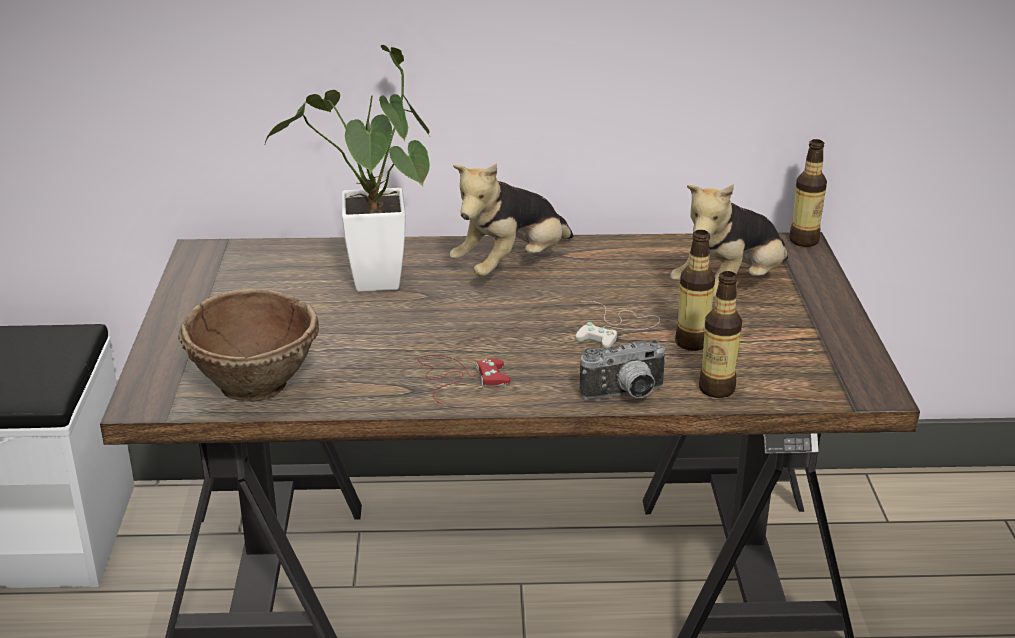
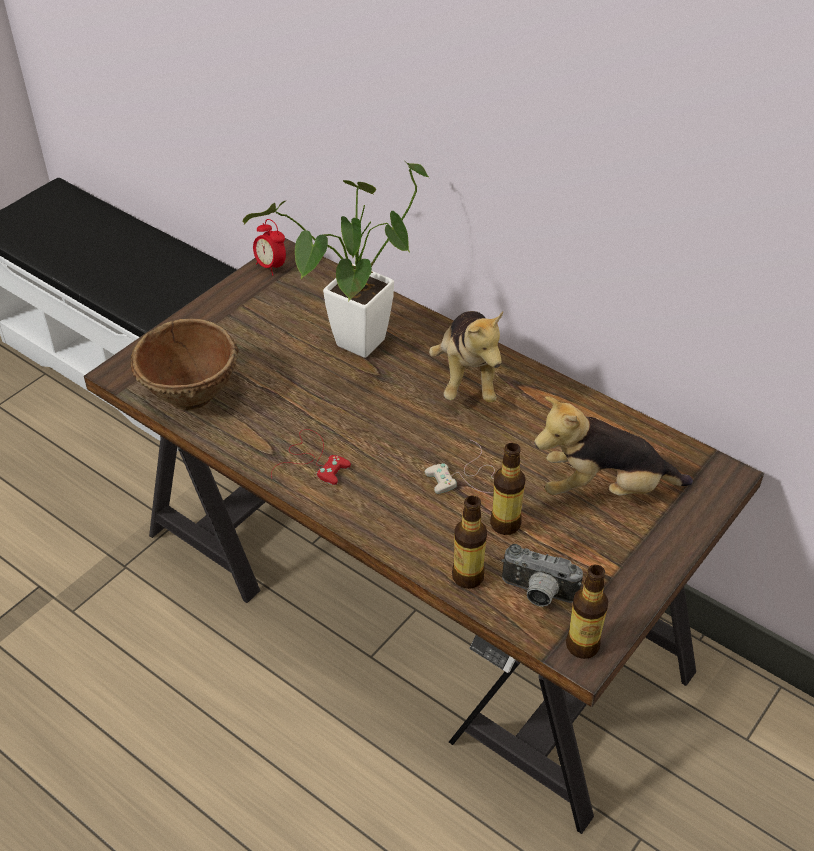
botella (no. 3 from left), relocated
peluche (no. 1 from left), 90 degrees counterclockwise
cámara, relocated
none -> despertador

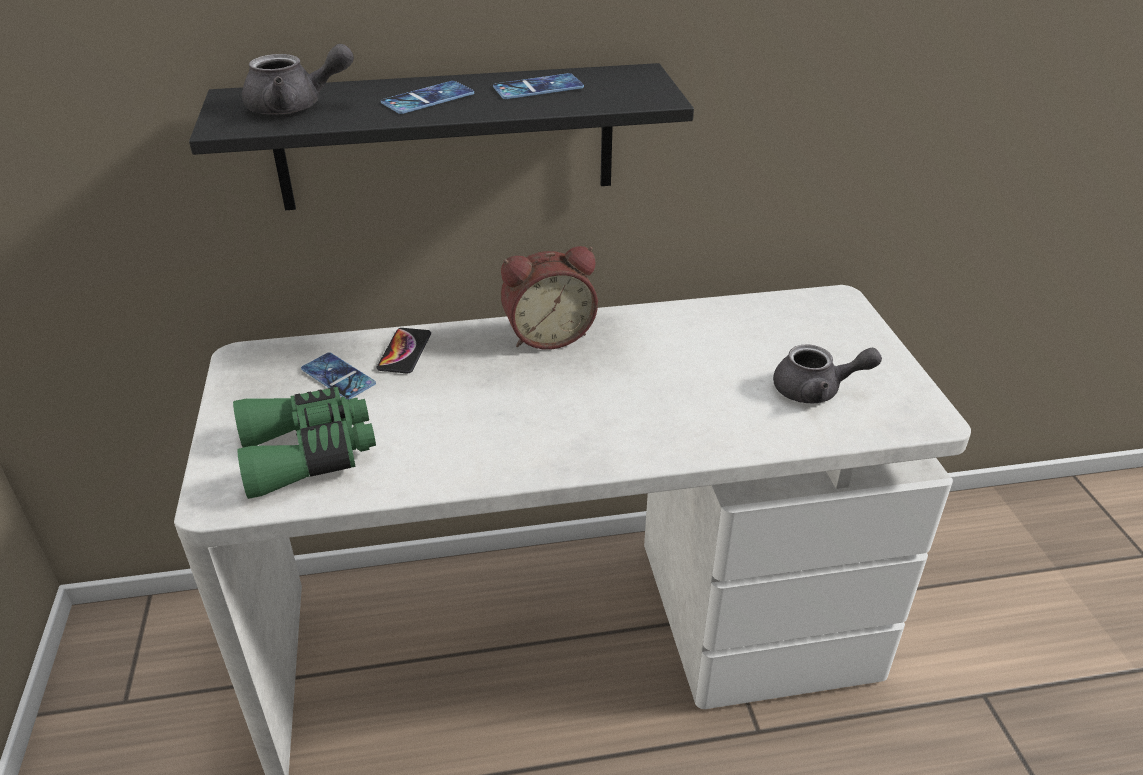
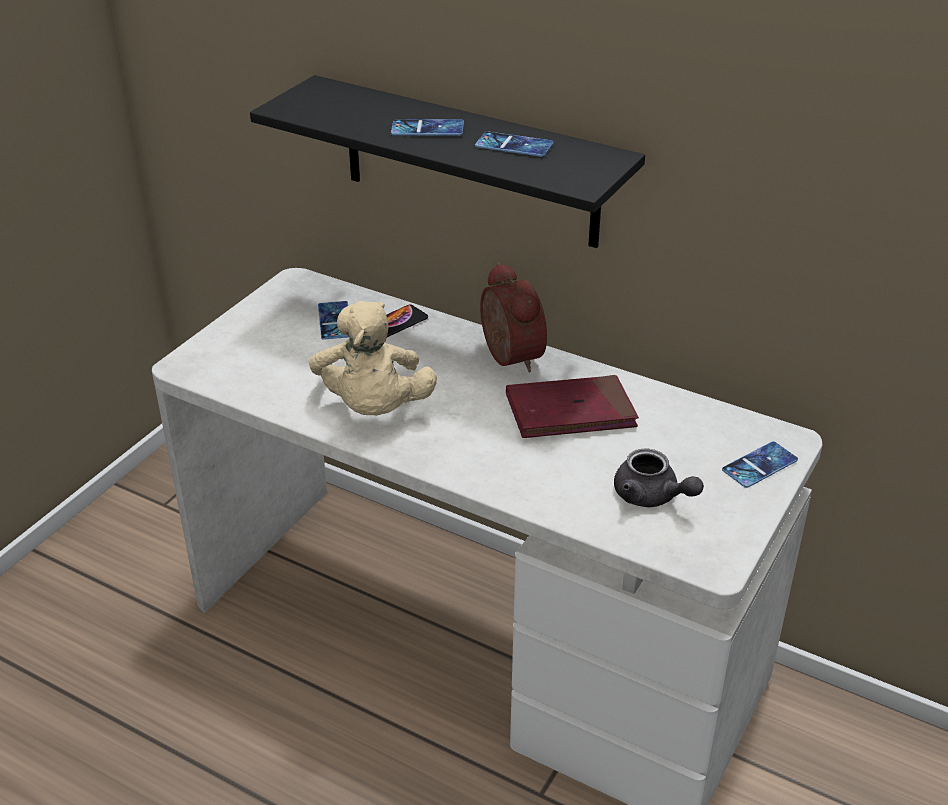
tetera [gris] (no. 1 from left) -> none
despertador, 135 degrees counterclockwise
prismáticos [verde] -> none
none -> peluche [beis]
none -> libro [rojo]
none -> móvil (no. 5 from left)

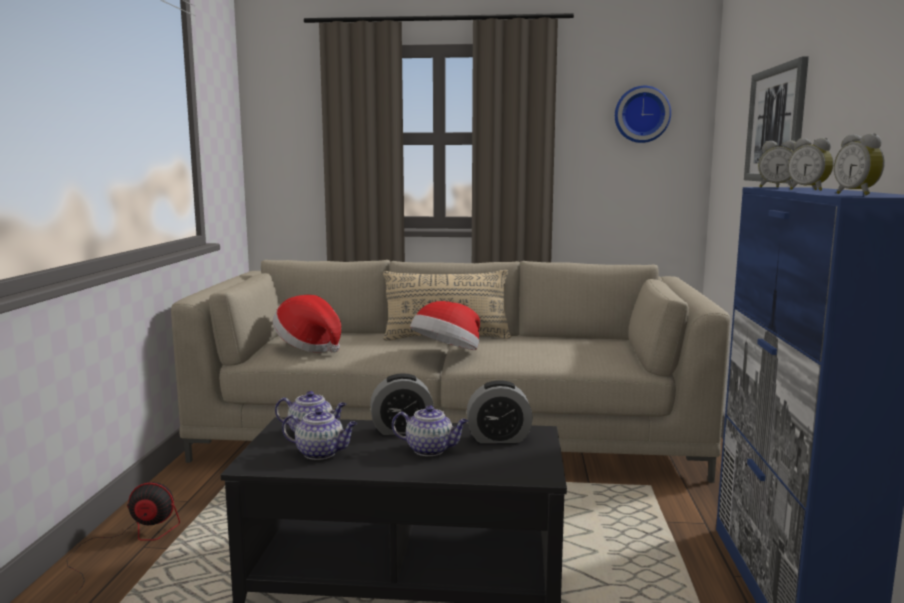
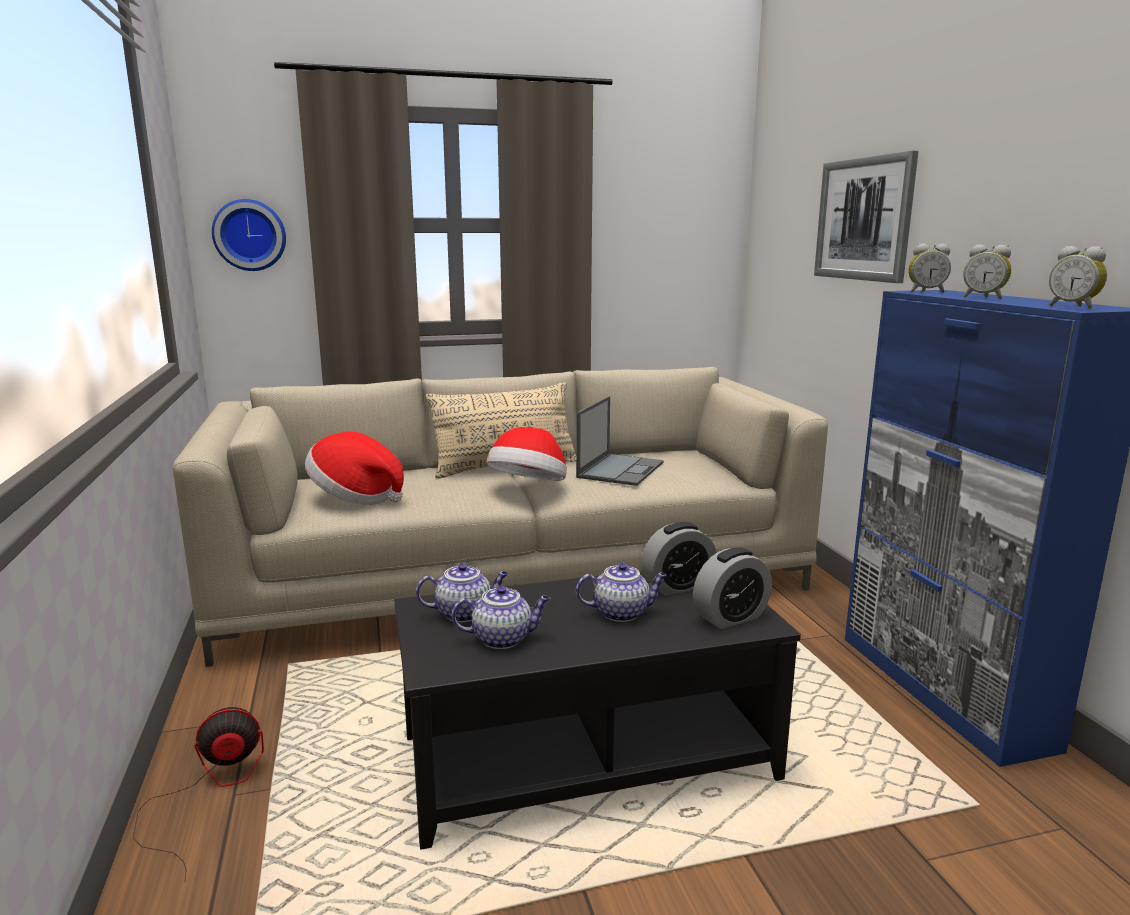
reloj de pared, relocated
despertador (no. 1 from left in the first image) -> despertador (no. 2 from left), relocated
none -> portátil

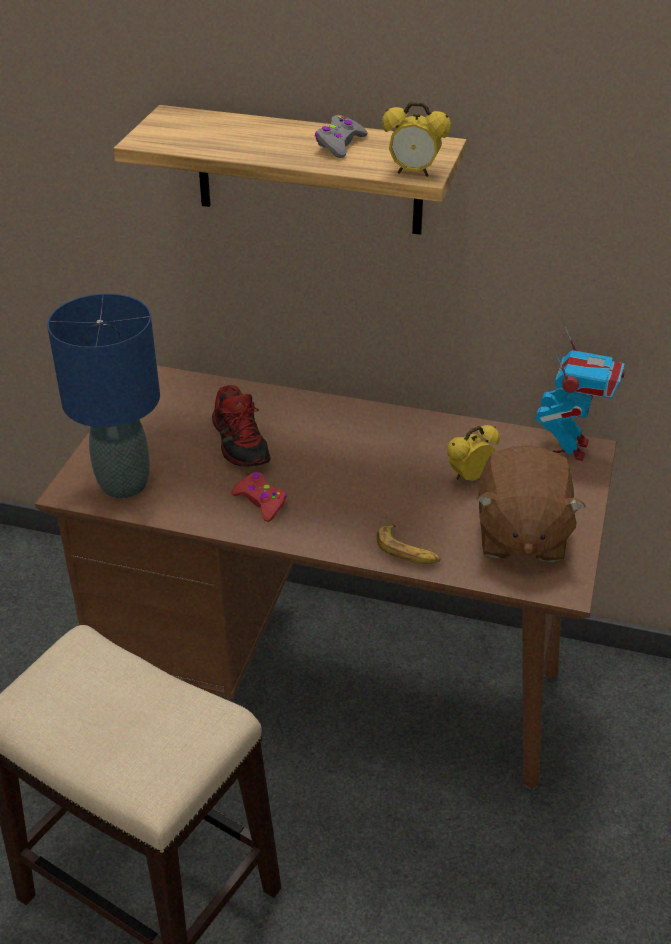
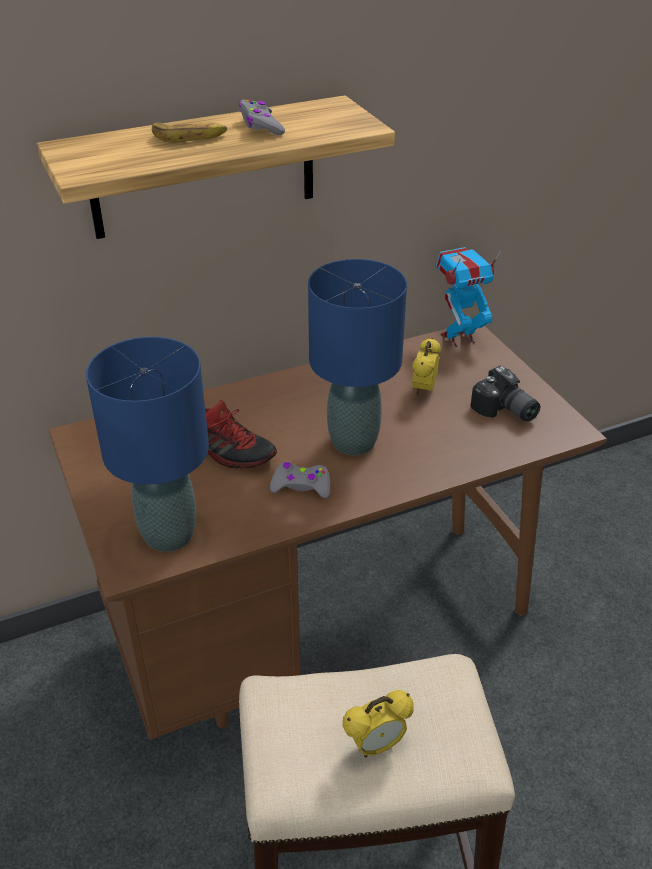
despertador (no. 1 from left), relocated
robot de juguete, 90 degrees counterclockwise
peluche [marrón] -> cámara
mando de consola [rojo] -> mando de consola [gris] (no. 2 from left)
plátano, relocated
none -> lámpara de mesa [azul] (no. 2 from left)

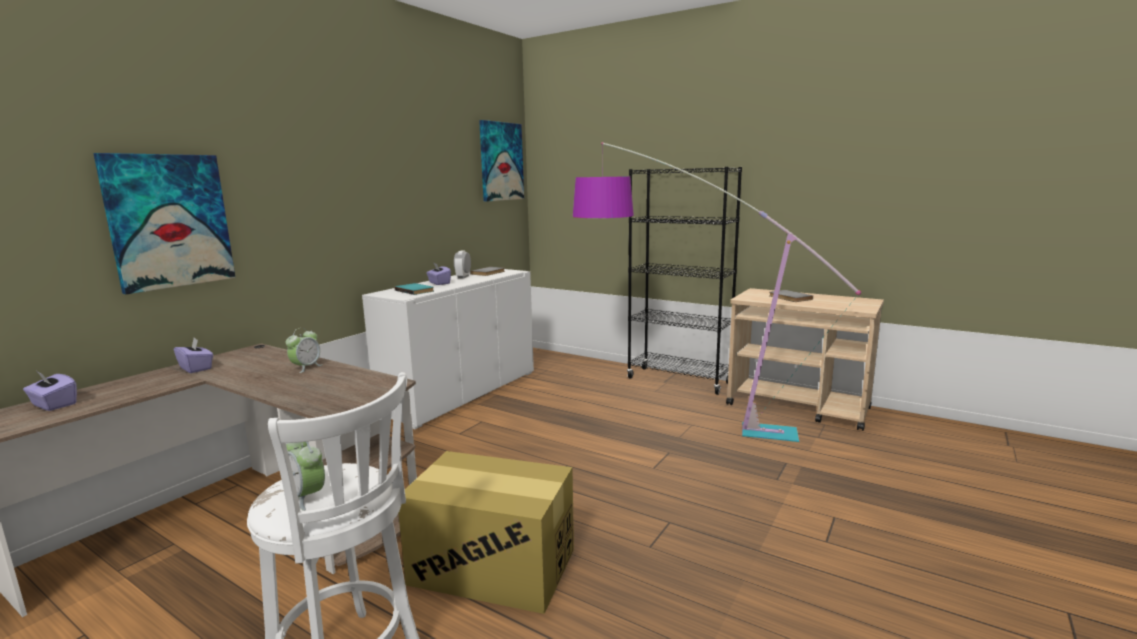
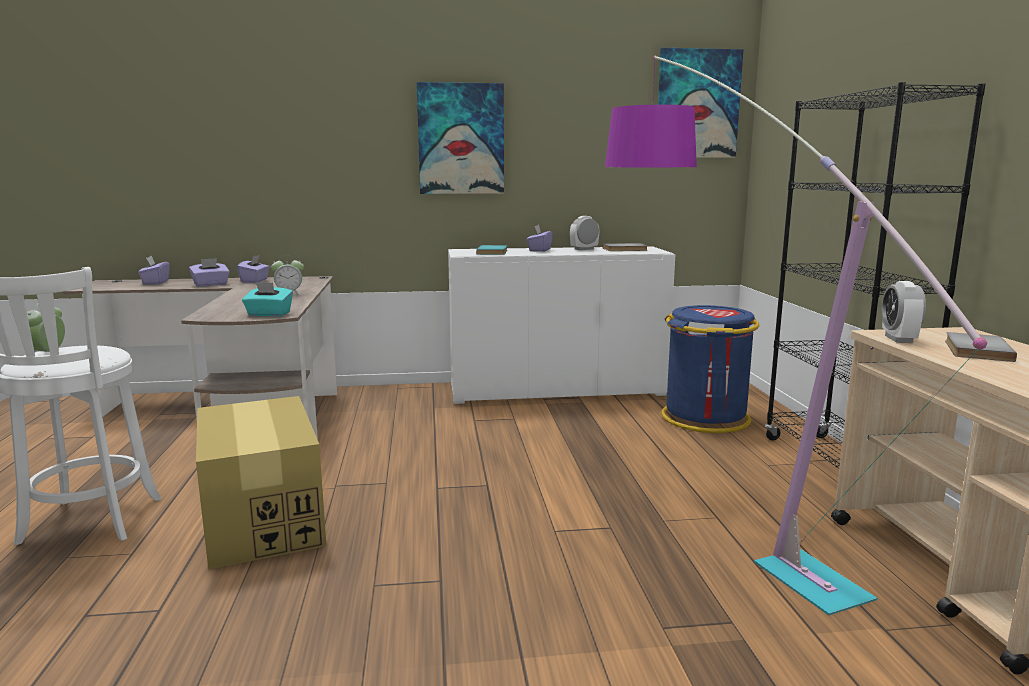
cuadro (no. 1 from left), relocated
none -> caja de pañuelos [morado] (no. 2 from left)
none -> despertador (no. 4 from left)
none -> caja de pañuelos [turquesa]
none -> papelera [azul]

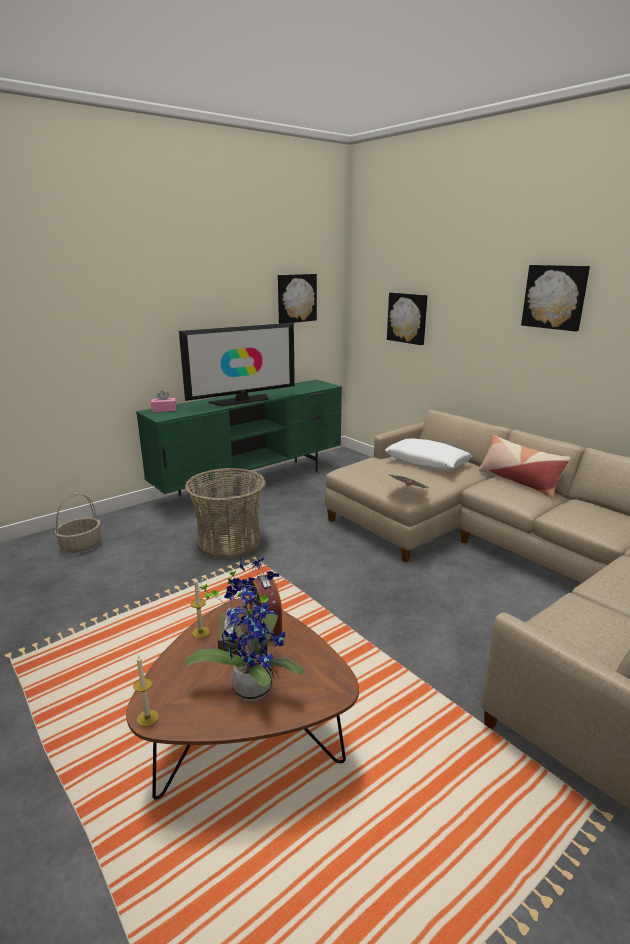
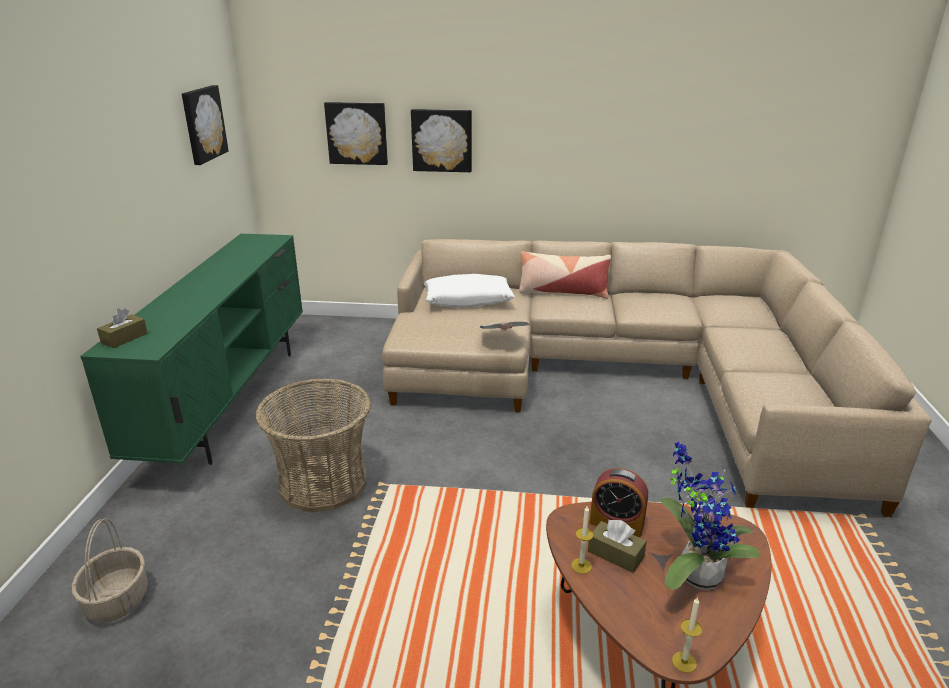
cuadro (no. 3 from left), relocated
televisor -> none
caja de pañuelos [rosa] -> caja de pañuelos [marrón] (no. 1 from left)

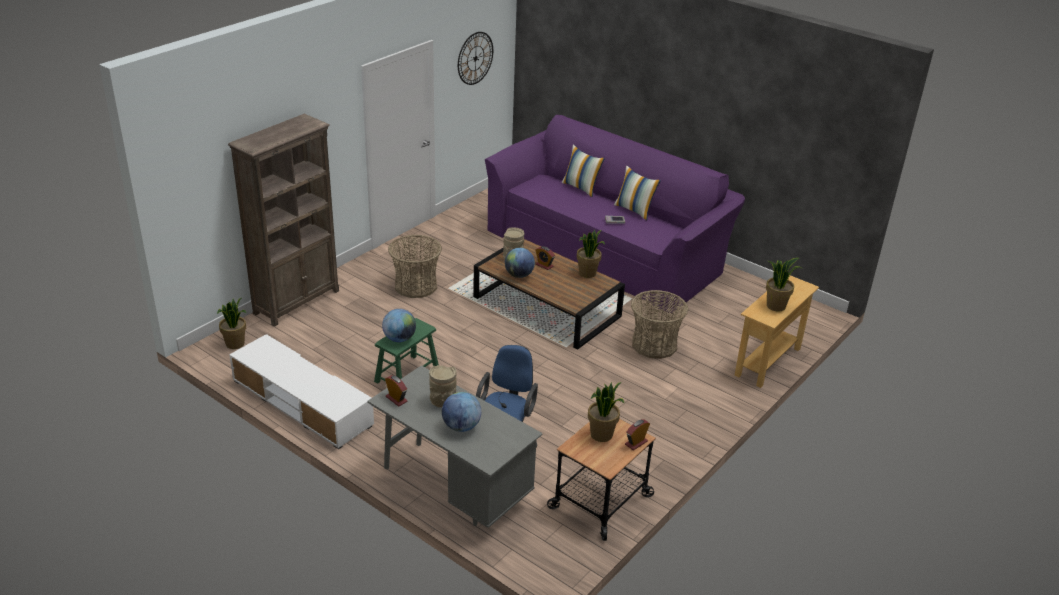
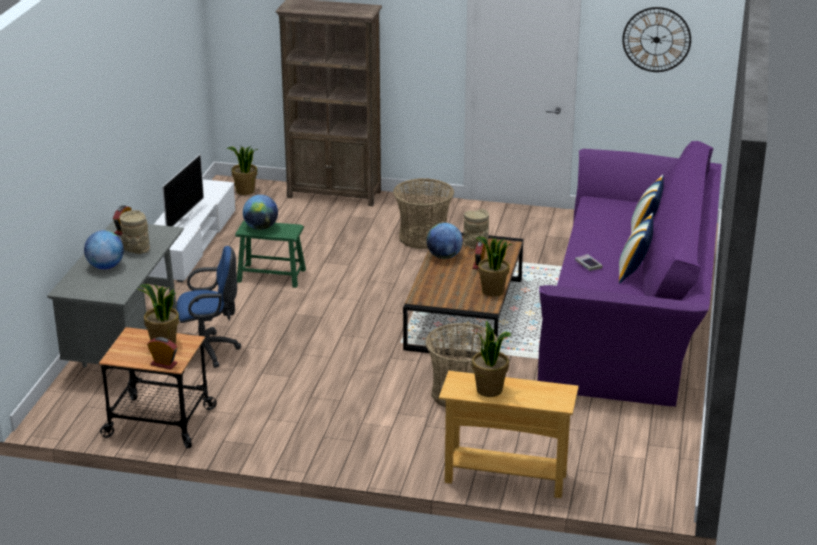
none -> televisor

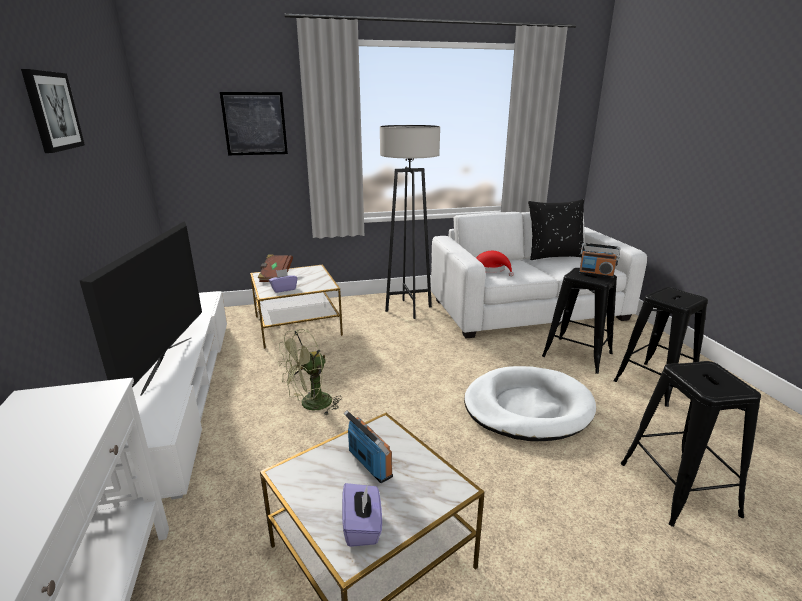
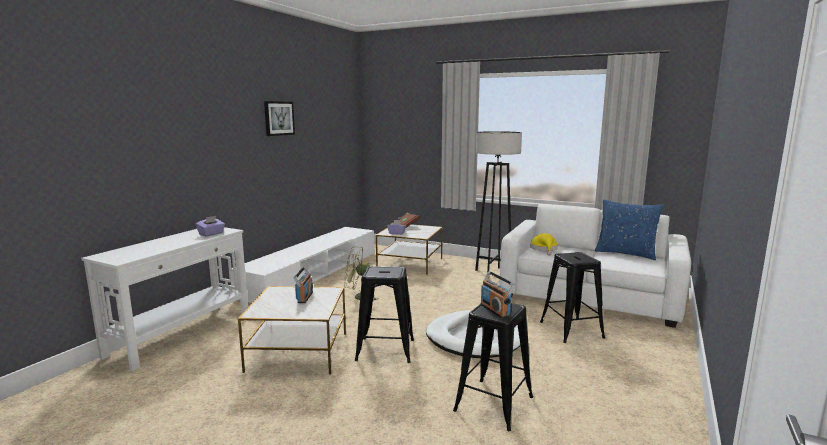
cuadro (no. 2 from left) -> none
cojín [negro] -> cojín [azul]
televisor -> none
radio (no. 2 from left), relocated
sombrero [rojo] -> sombrero [amarillo]
taburete [negro] (no. 2 from left in the first image) -> taburete [negro] (no. 1 from left), relocated
caja de pañuelos [morado] (no. 2 from left in the first image) -> caja de pañuelos [morado] (no. 1 from left), relocated

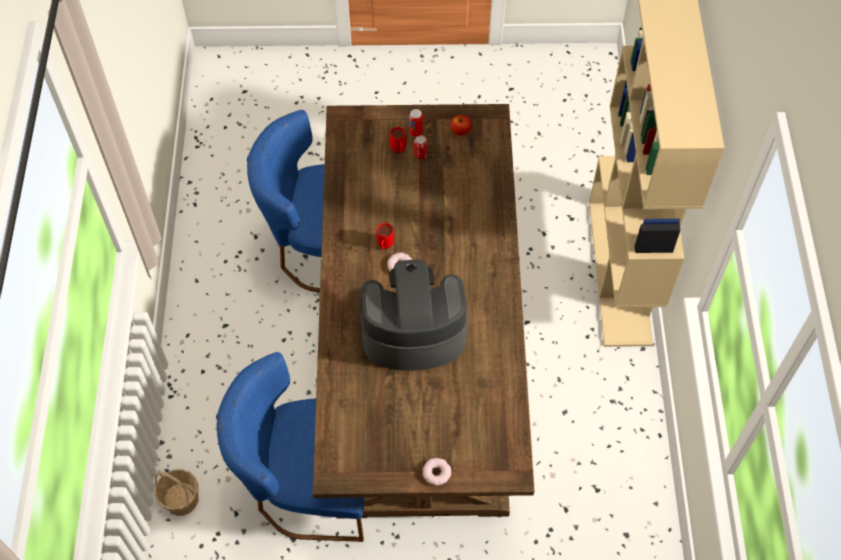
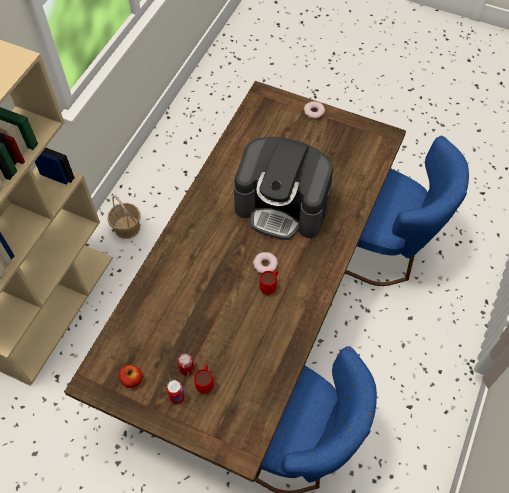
cesta, relocated

